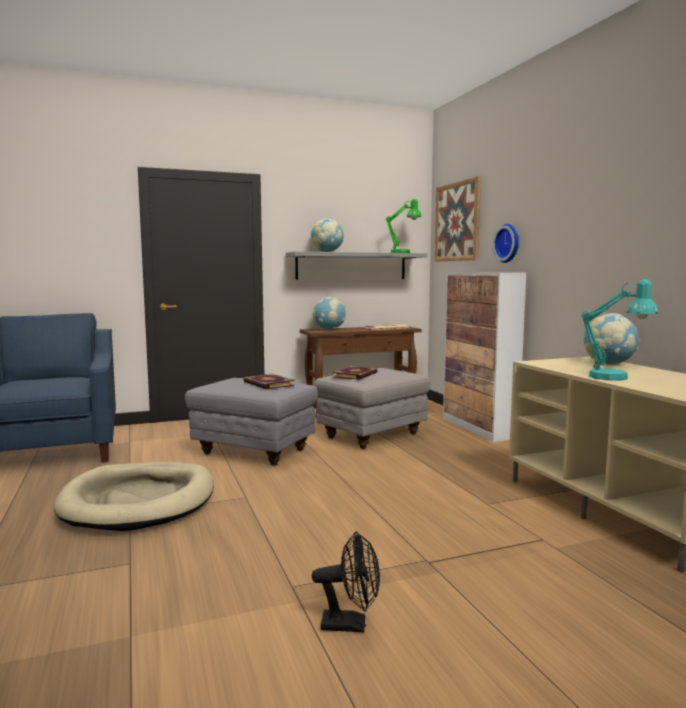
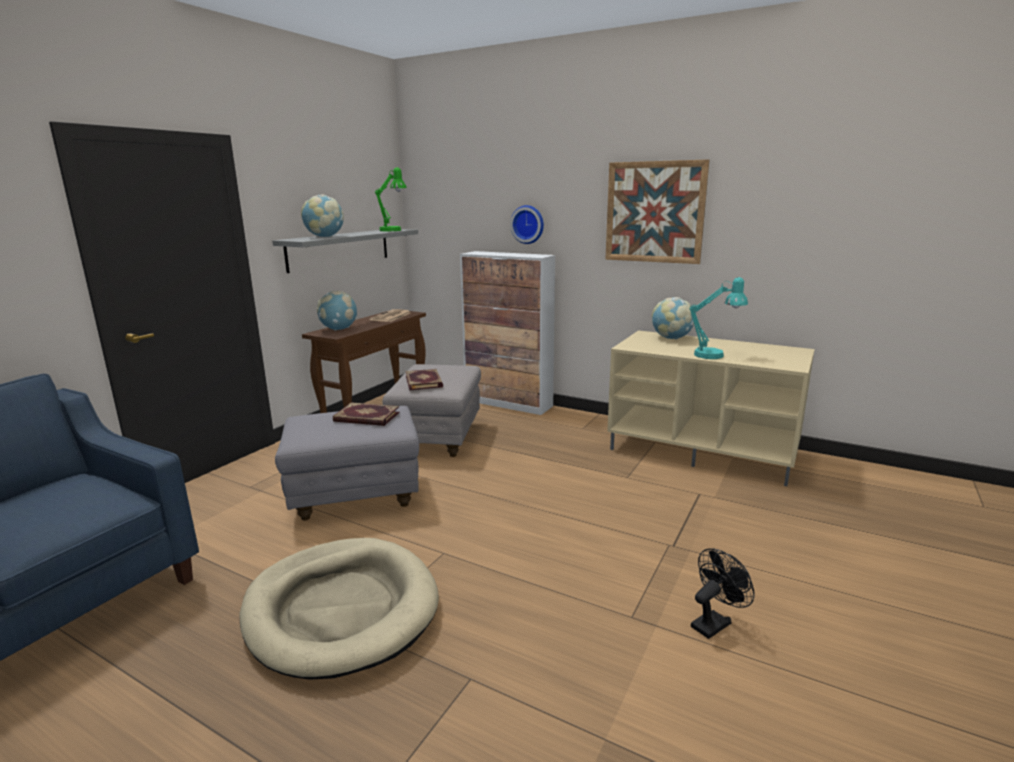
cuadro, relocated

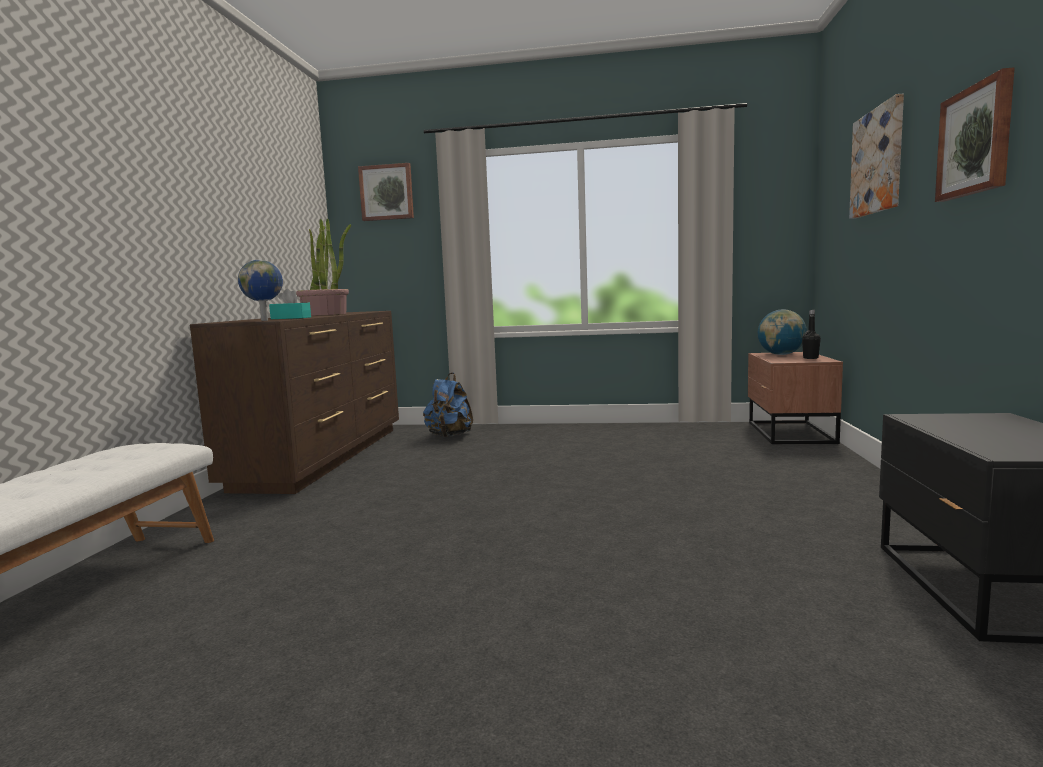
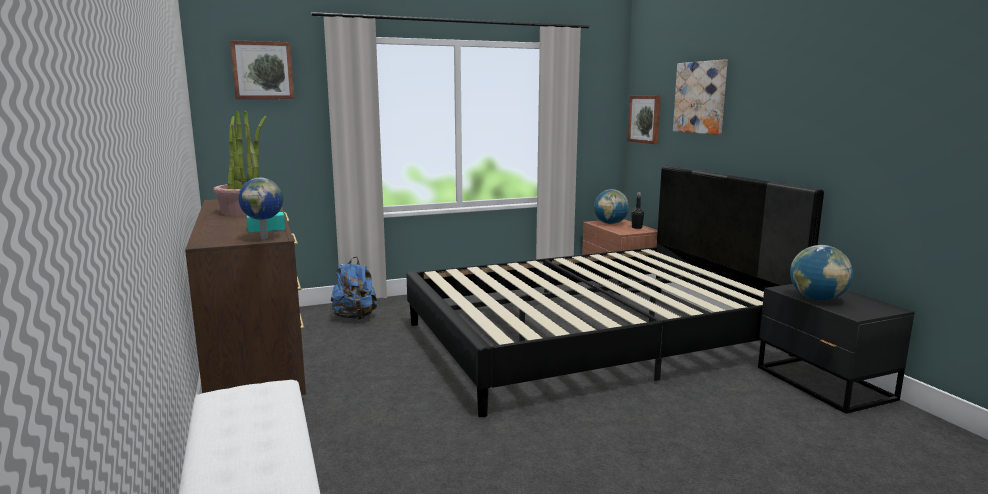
cuadro (no. 3 from left in the first image) -> cuadro (no. 2 from left), relocated
none -> cama [negro]
none -> globo terráqueo (no. 3 from left)

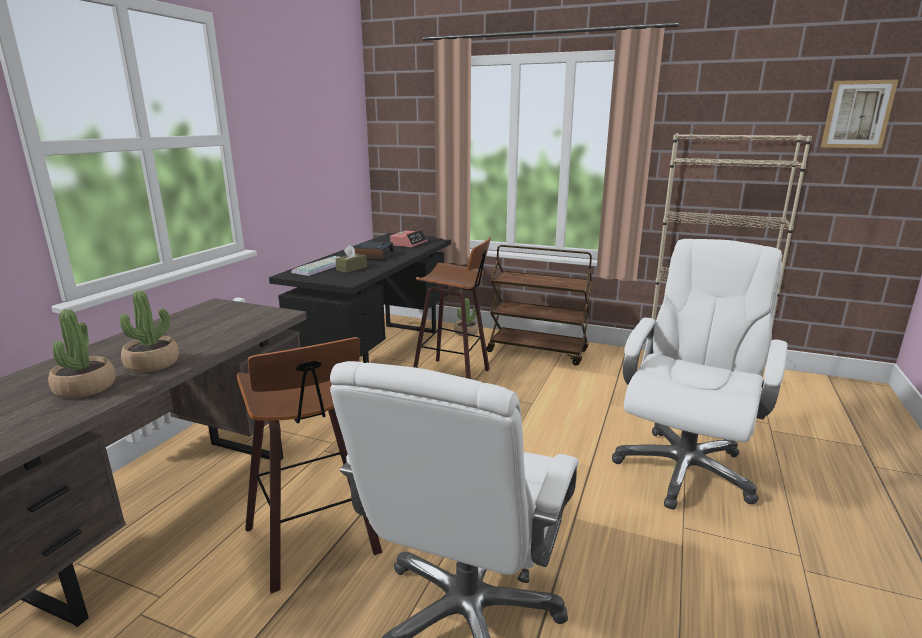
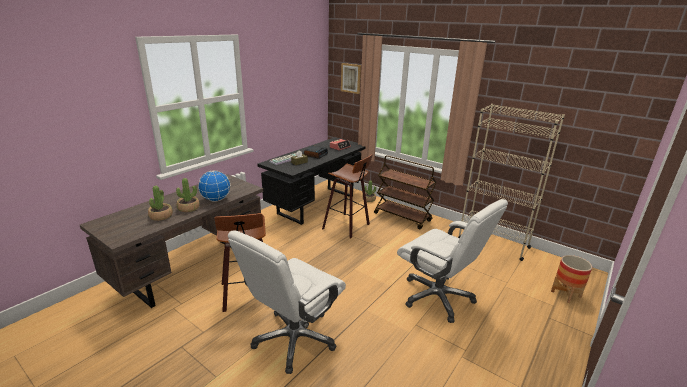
cuadro, relocated
silla de oficina [blanco] (no. 2 from left), 90 degrees clockwise
none -> globo terráqueo
none -> maceta

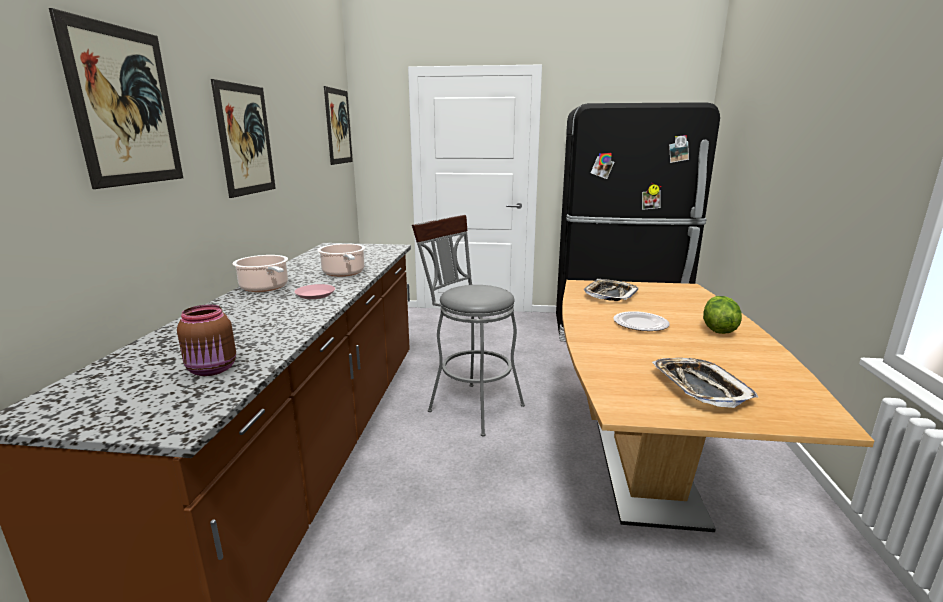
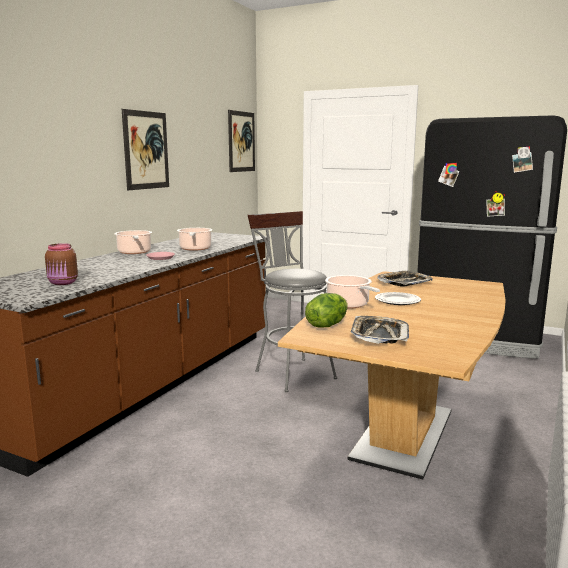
cuadro (no. 1 from left) -> none
lechuga, relocated
none -> olla (no. 3 from left)

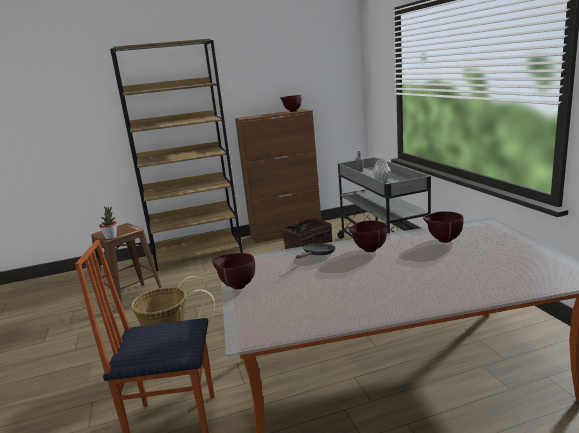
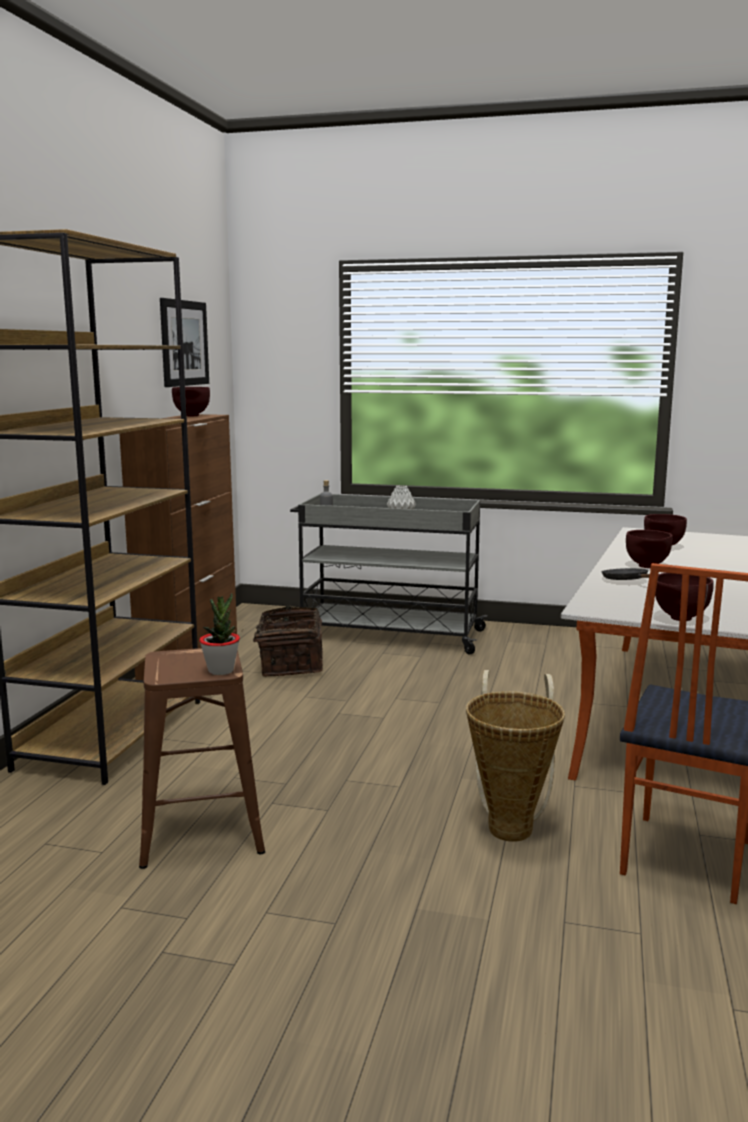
none -> cuadro

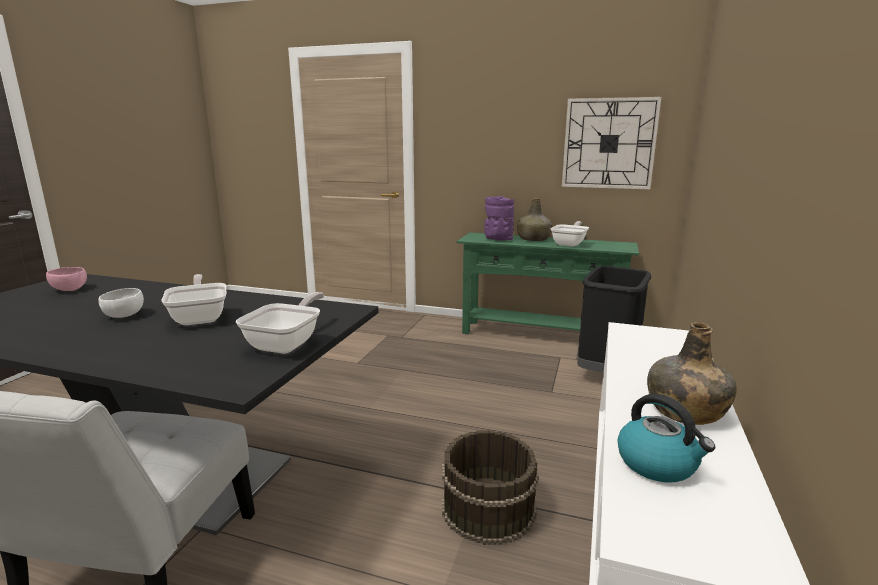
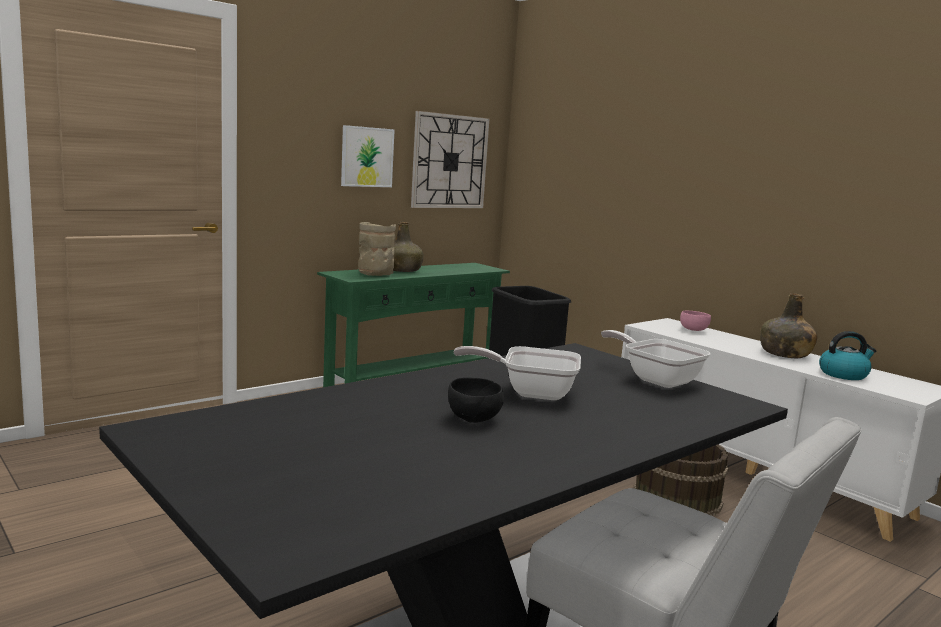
florero [morado] -> florero [beis]
sartén (no. 3 from left) -> none
cuenco [rosa], relocated
cuenco [blanco] -> cuenco [negro]
none -> cuadro

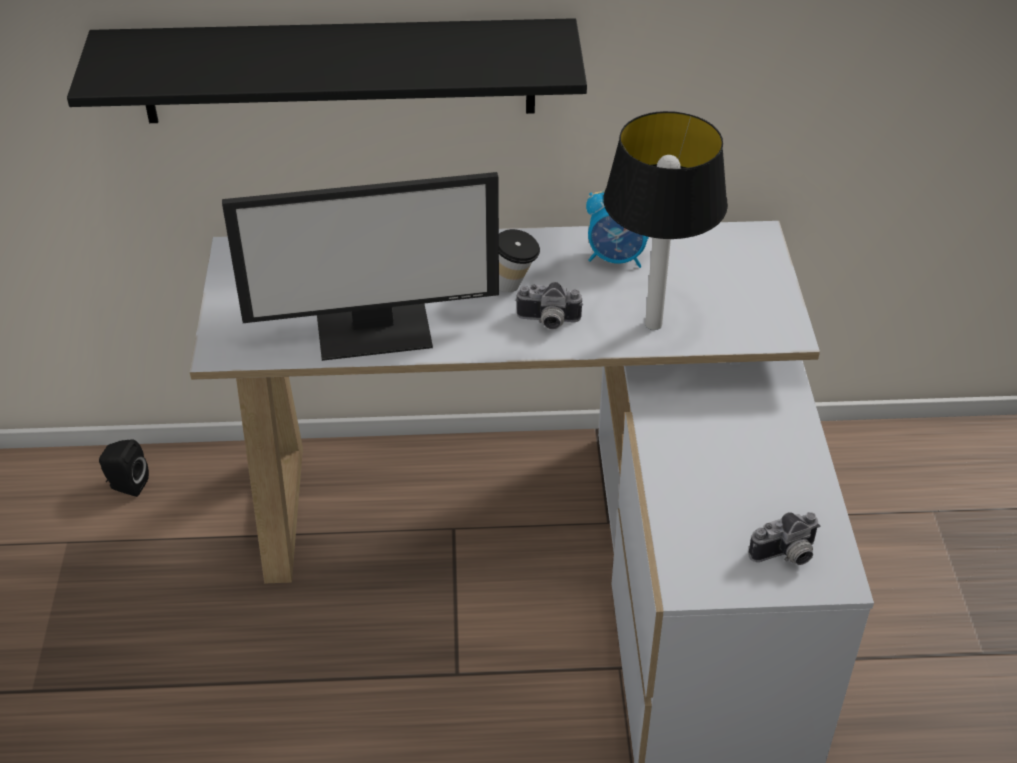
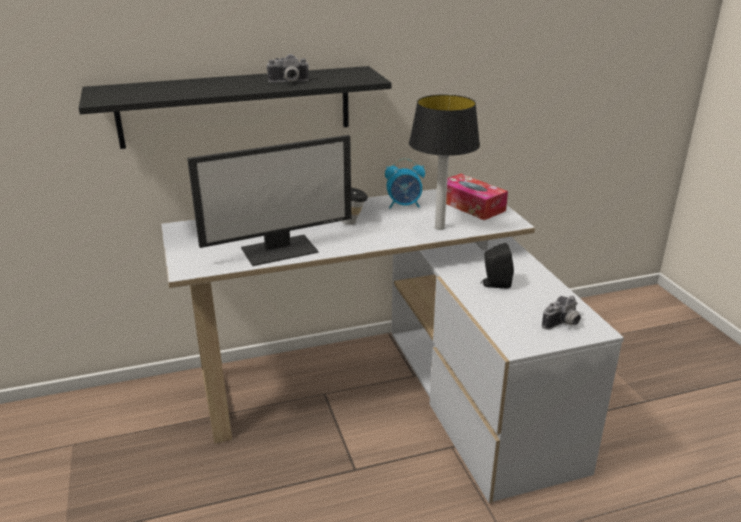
cámara (no. 1 from left), relocated
altavoz [negro], relocated
none -> caja de pañuelos

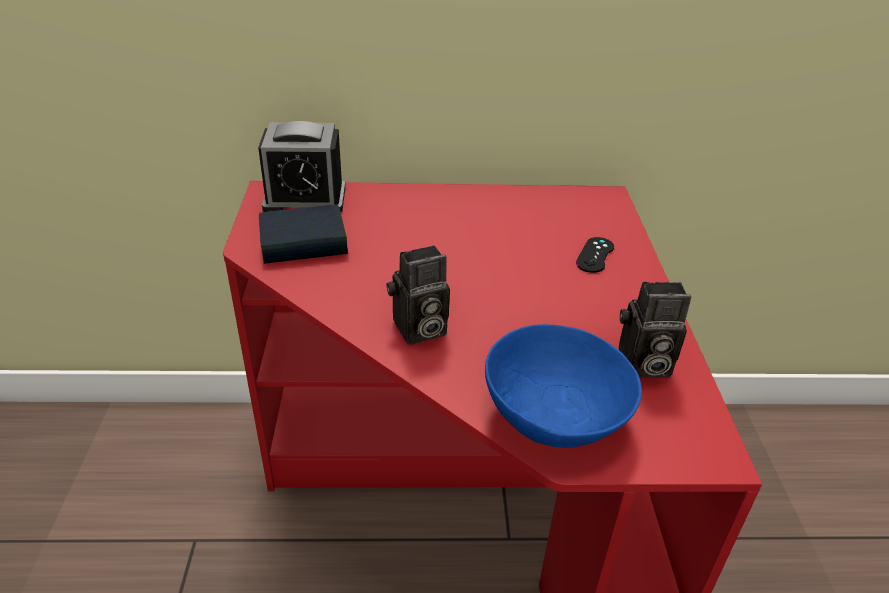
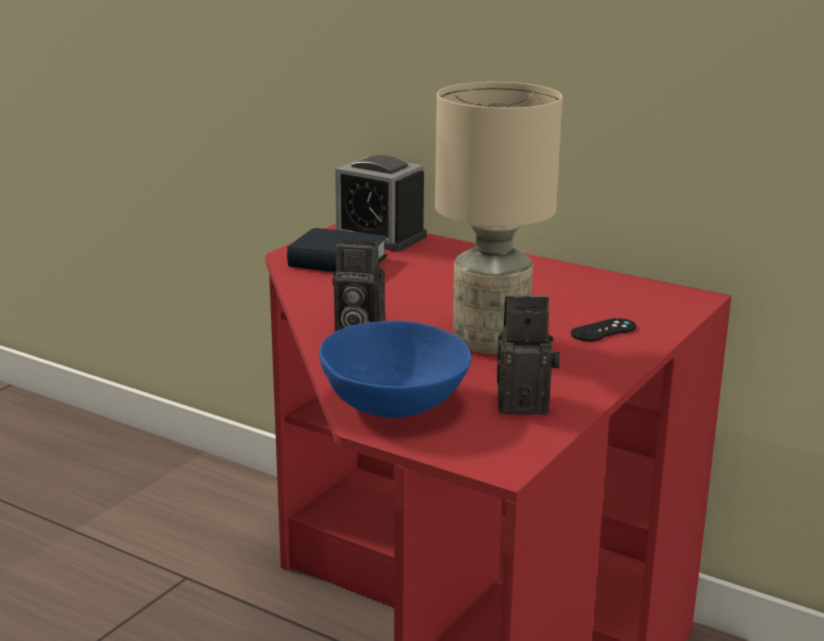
cámara (no. 2 from left), 150 degrees clockwise
none -> lámpara de mesa [beis]

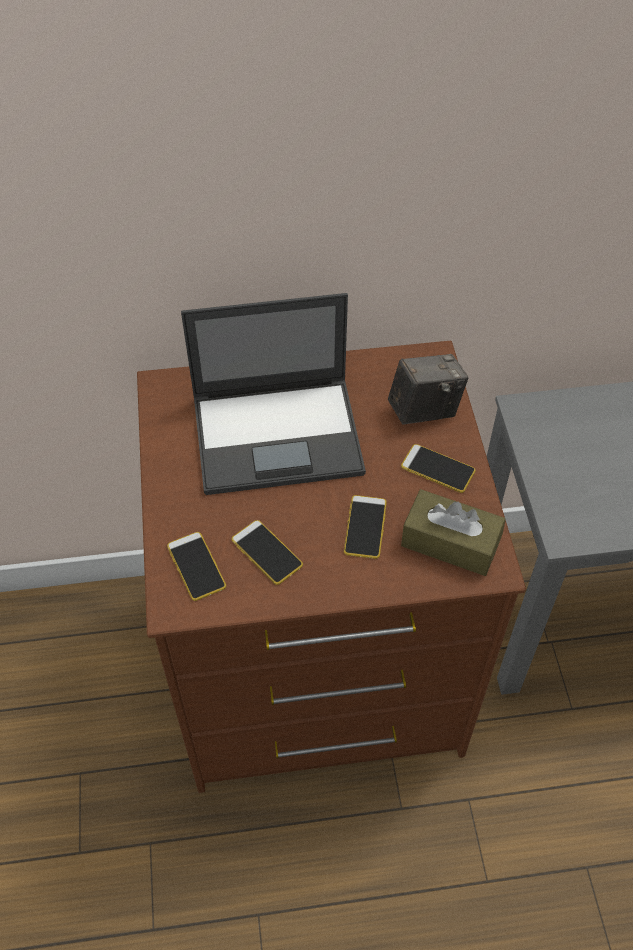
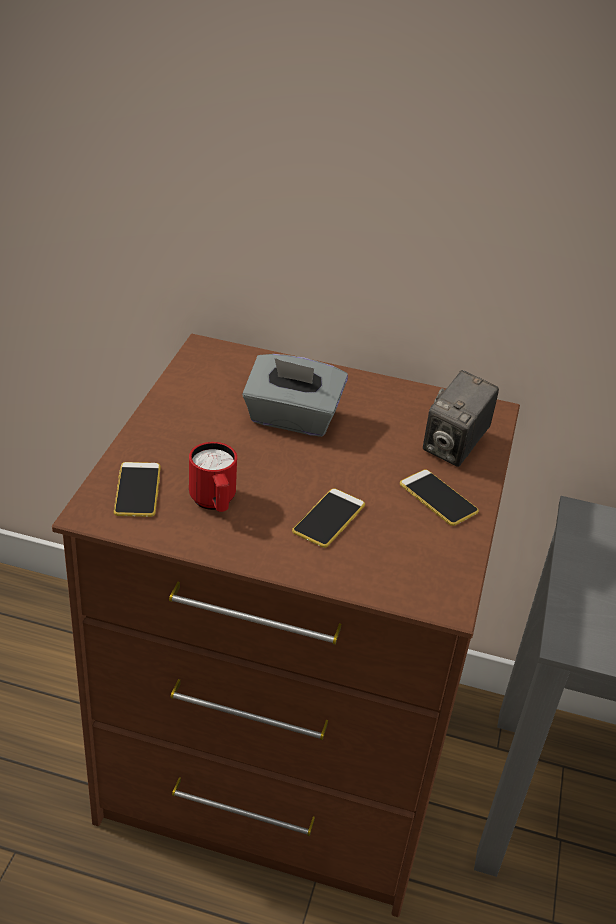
portátil -> caja de pañuelos [gris]
cámara, 120 degrees clockwise
caja de pañuelos [marrón] -> none
móvil (no. 2 from left) -> taza grande [rojo]

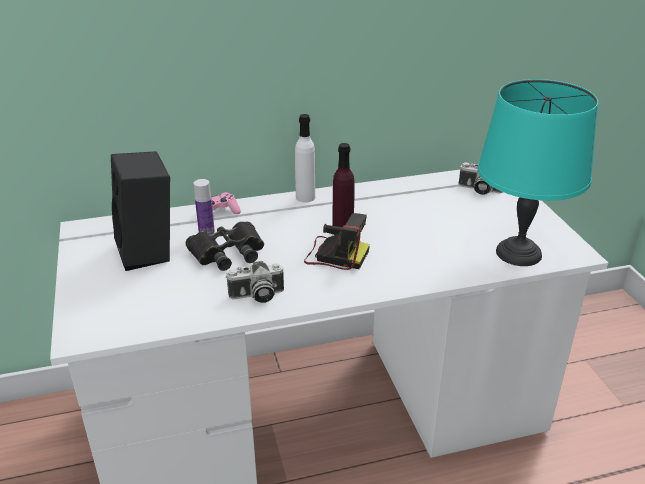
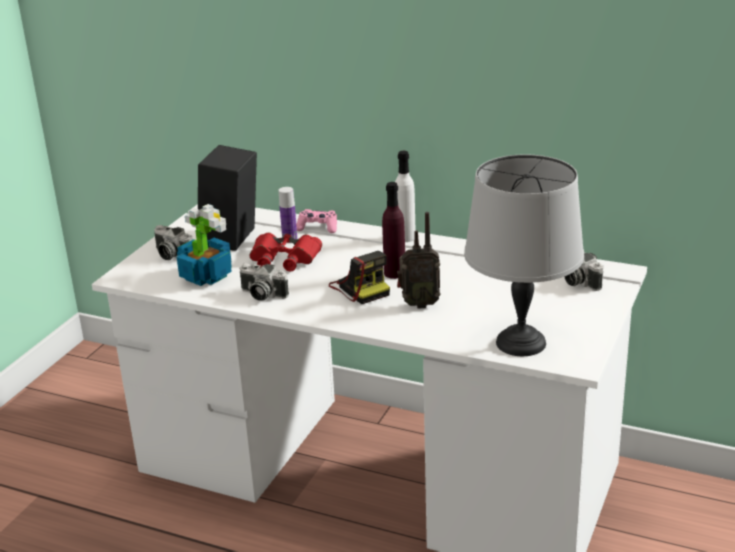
lámpara de mesa [turquesa] -> lámpara de mesa [gris]
prismáticos [negro] -> prismáticos [rojo]
none -> planta en maceta
none -> radio
none -> cámara (no. 1 from left)

